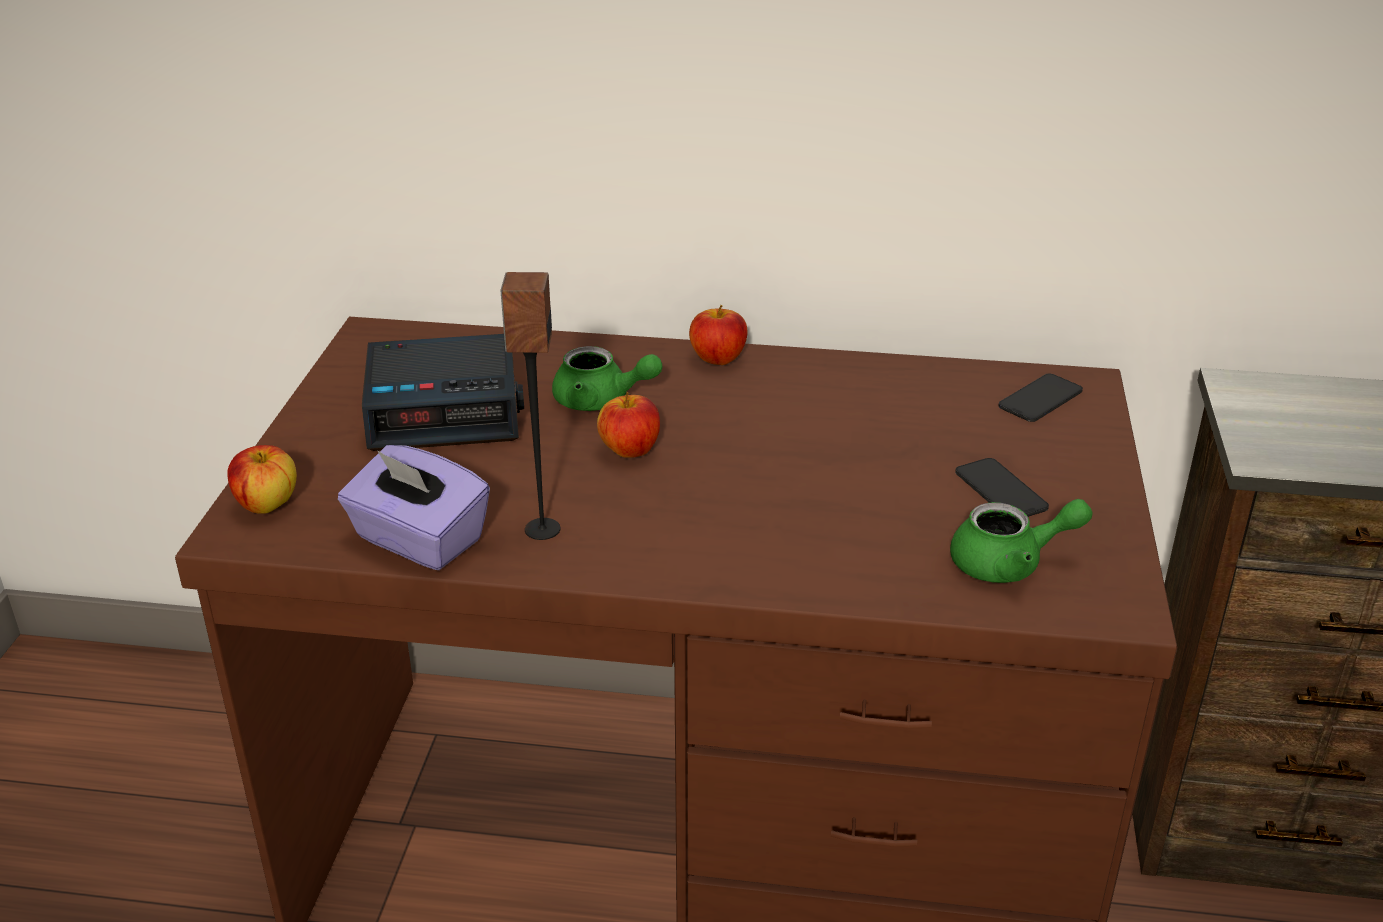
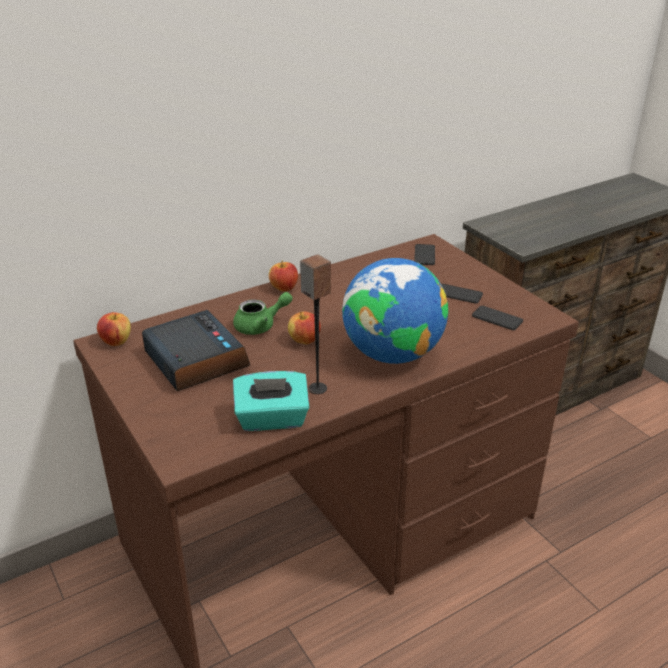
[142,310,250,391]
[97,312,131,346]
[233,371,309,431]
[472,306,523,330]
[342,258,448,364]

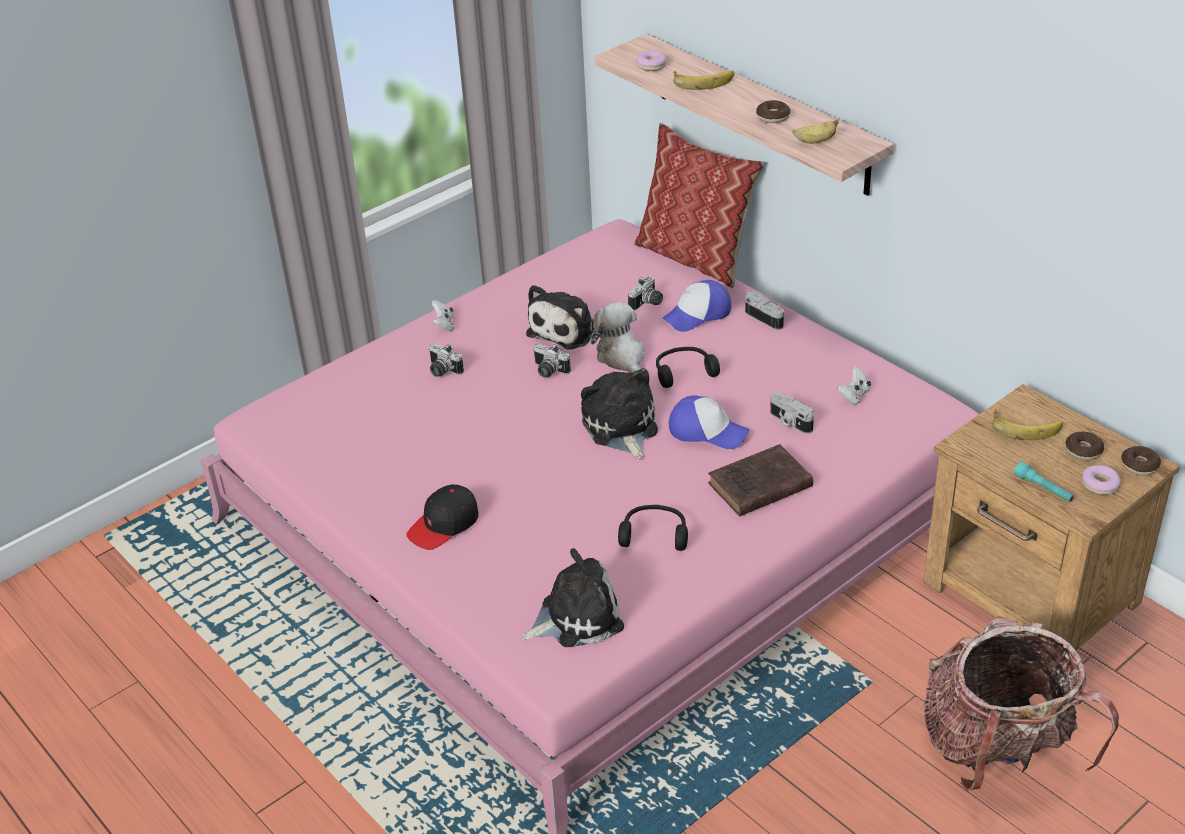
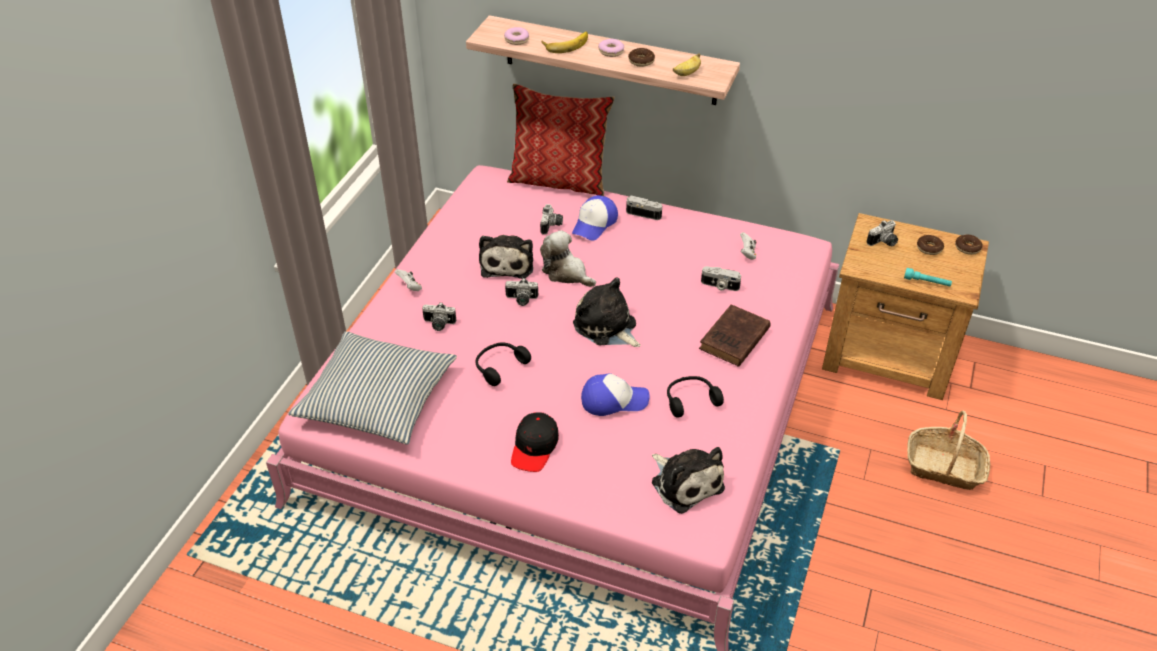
[476,343,531,386]
[581,373,650,416]
[867,220,898,246]
[598,39,624,57]
[652,447,725,514]
[907,410,990,490]
[288,331,457,445]

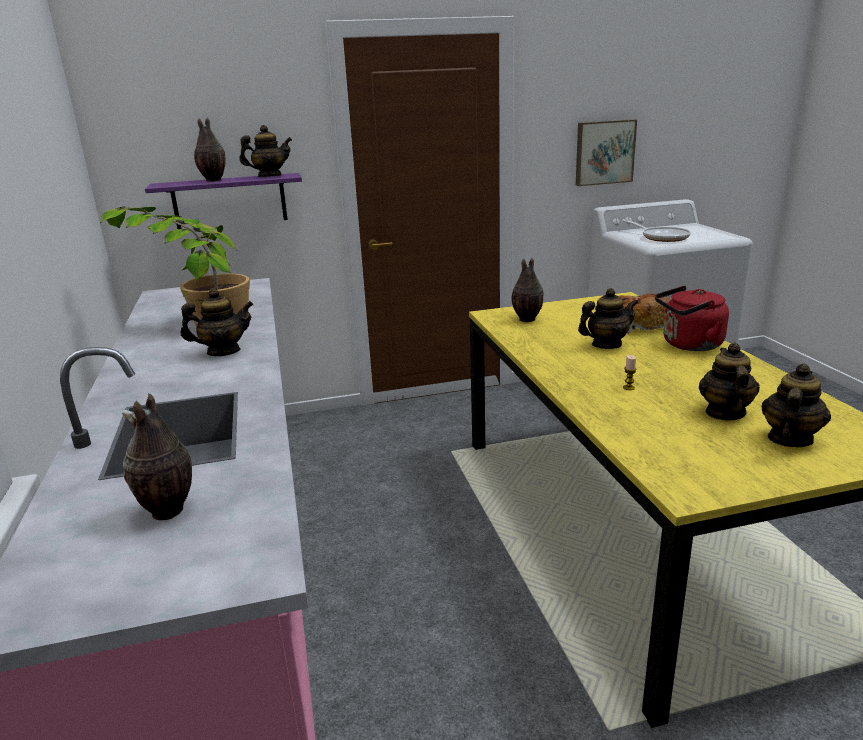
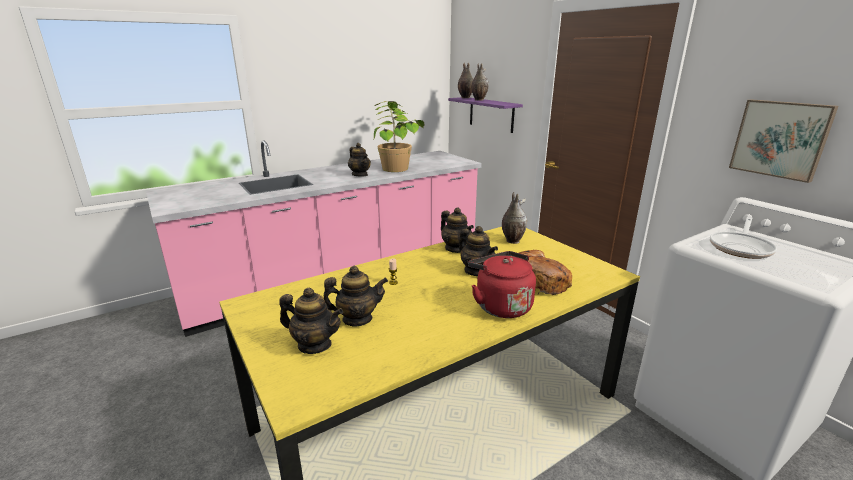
[441,208,474,253]
[458,62,473,98]

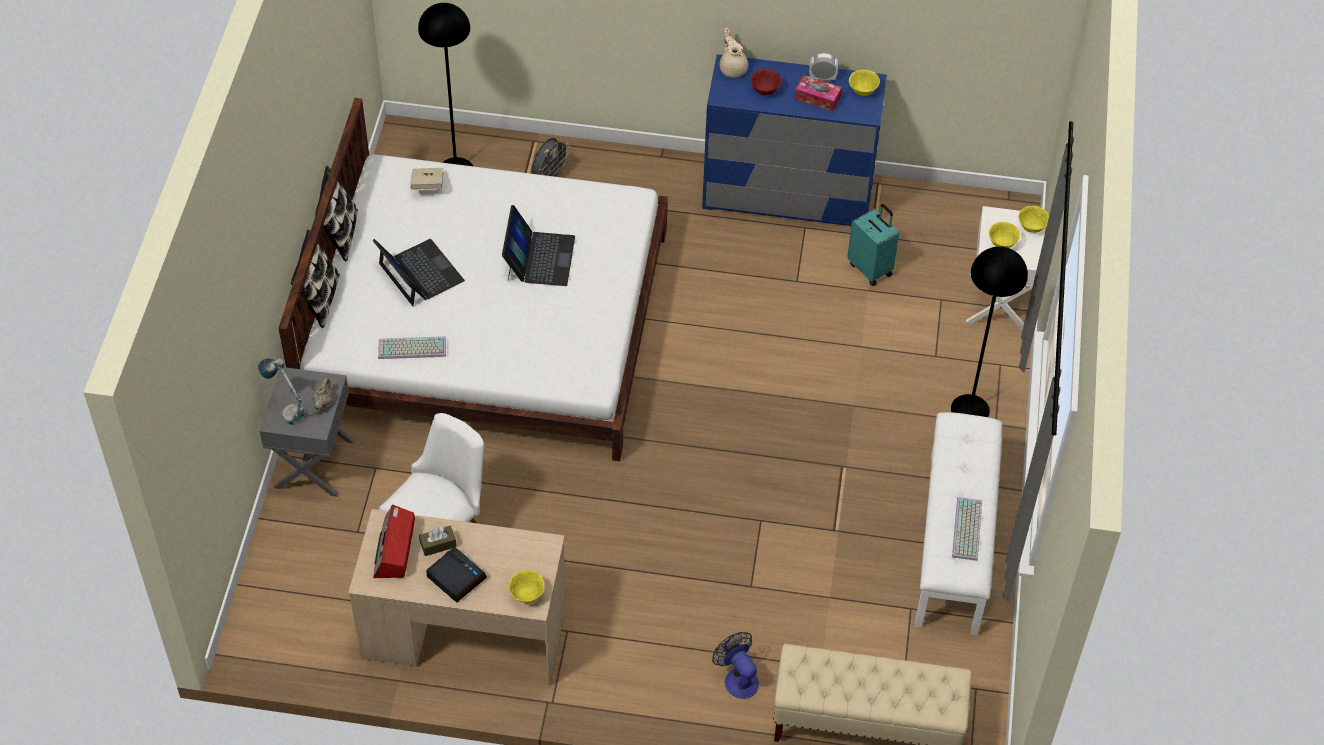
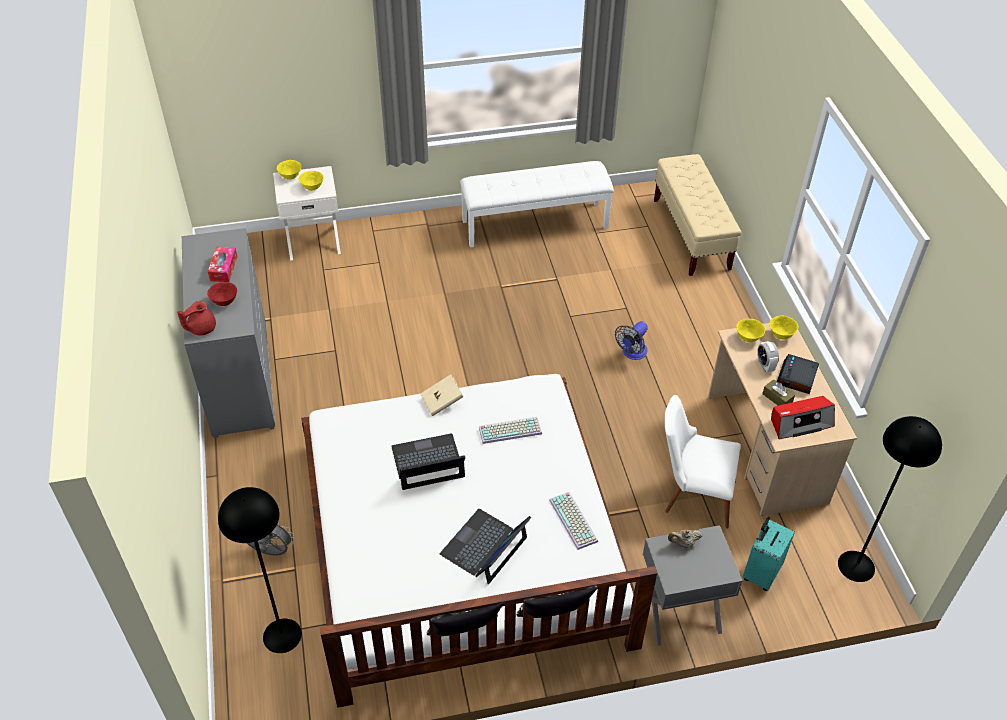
[177,301,216,335]
[757,341,779,372]
[182,228,275,438]
[736,319,765,342]
[420,374,464,416]
[743,517,795,591]
[838,416,942,582]
[258,358,306,425] (first image)
[479,417,542,444]
[615,321,648,360]

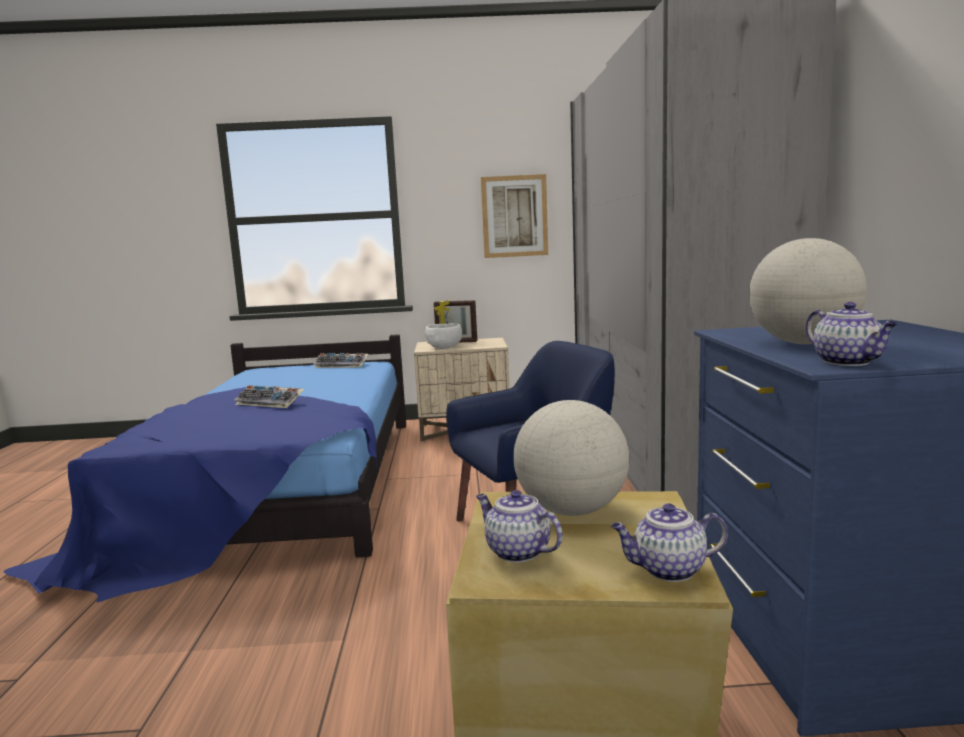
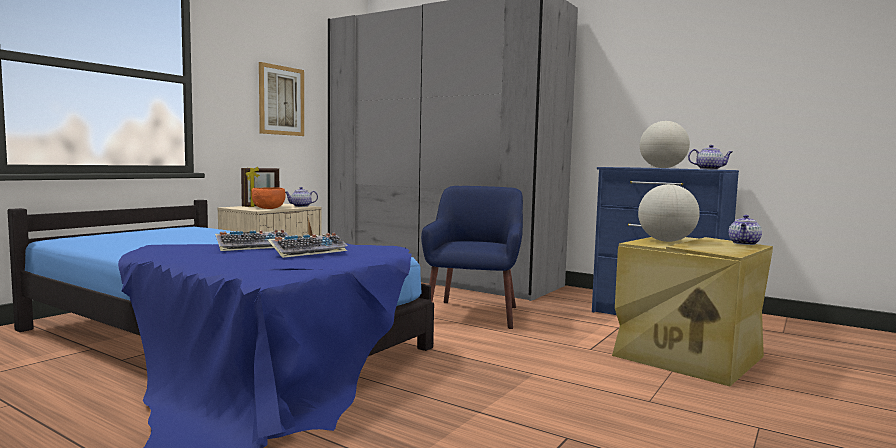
[251,187,286,209]
[267,233,348,258]
[285,187,318,207]

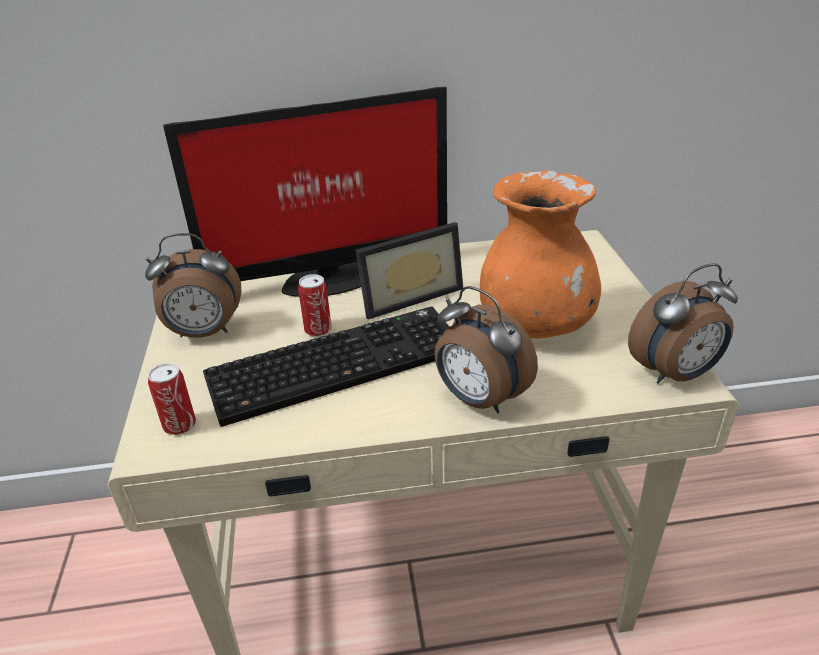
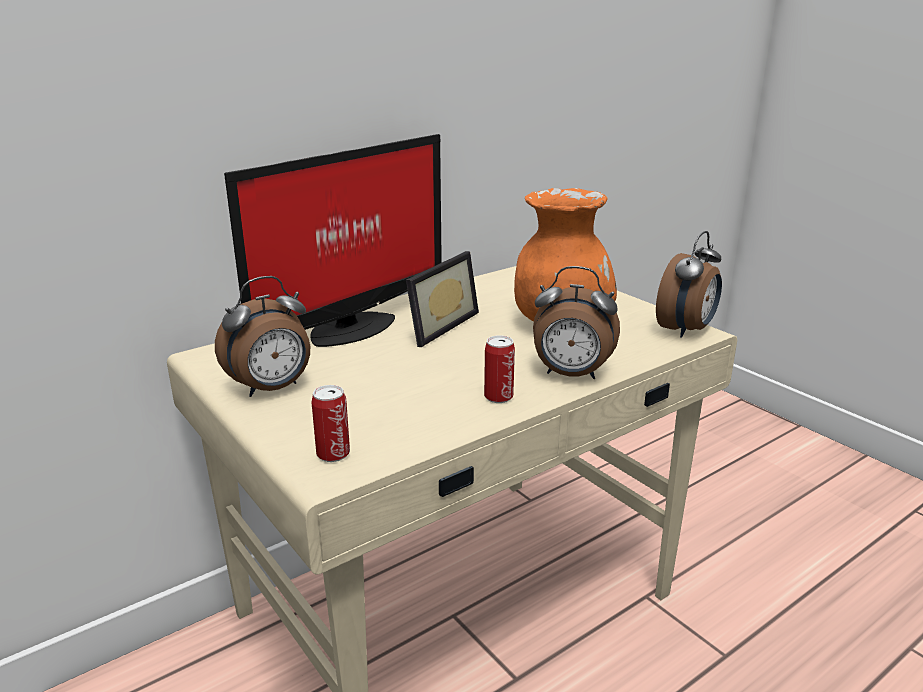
[484,335,515,403]
[203,306,449,427] (first image)

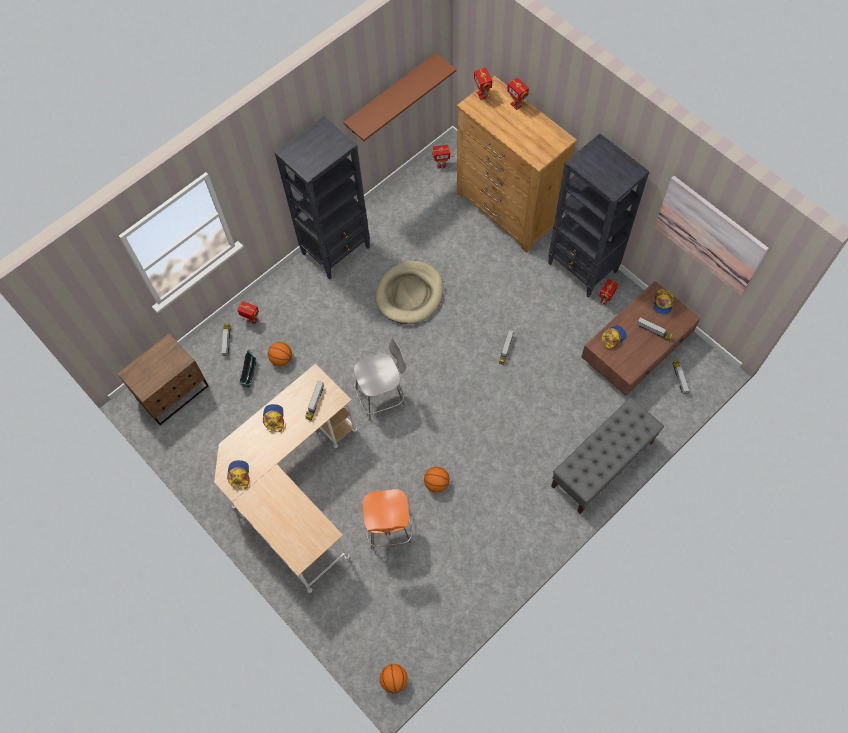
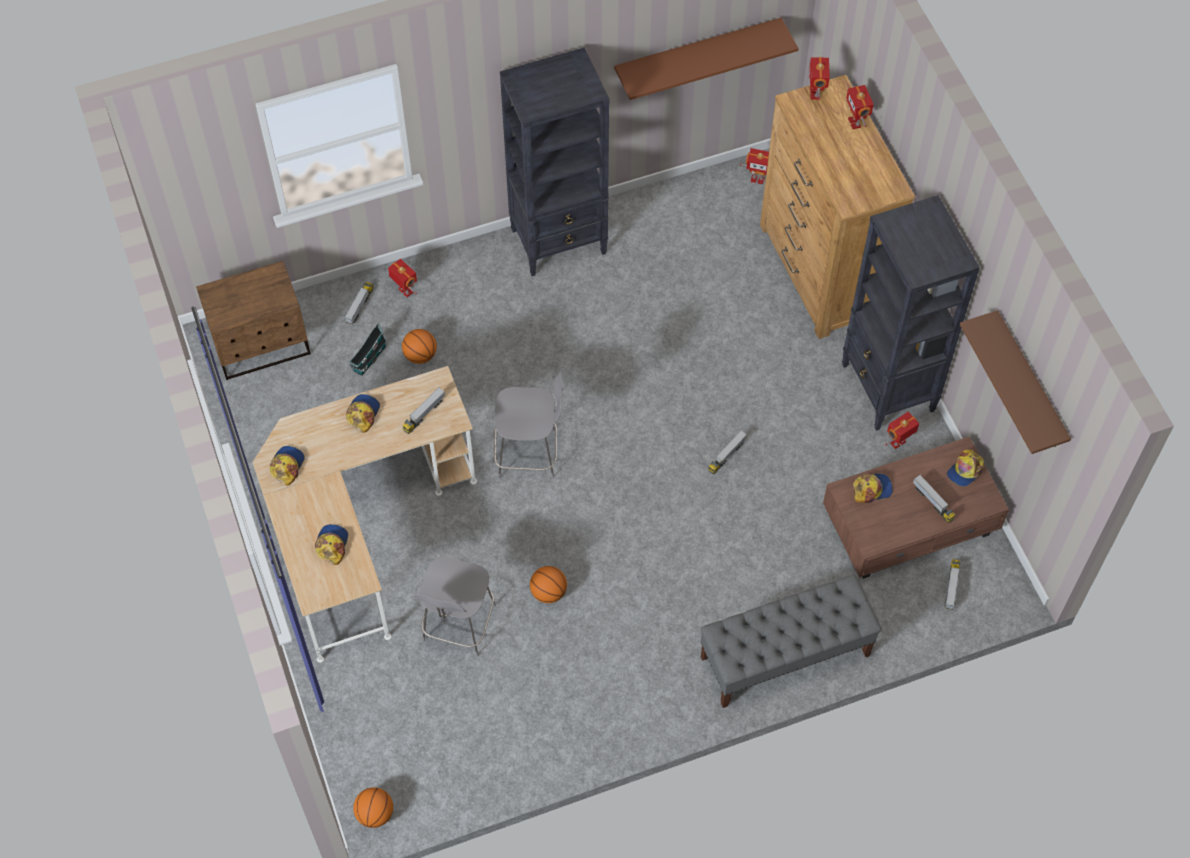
[960,310,1071,454]
[375,260,443,324] (first image)
[413,557,496,656]
[315,524,348,565]

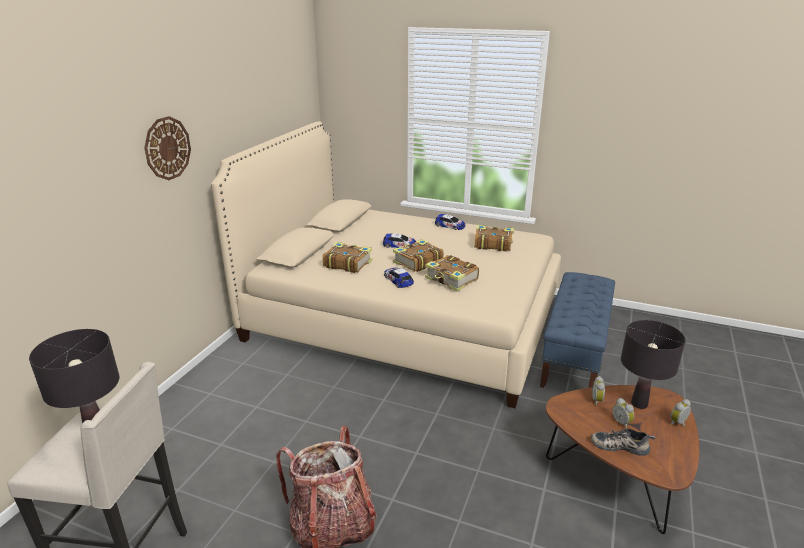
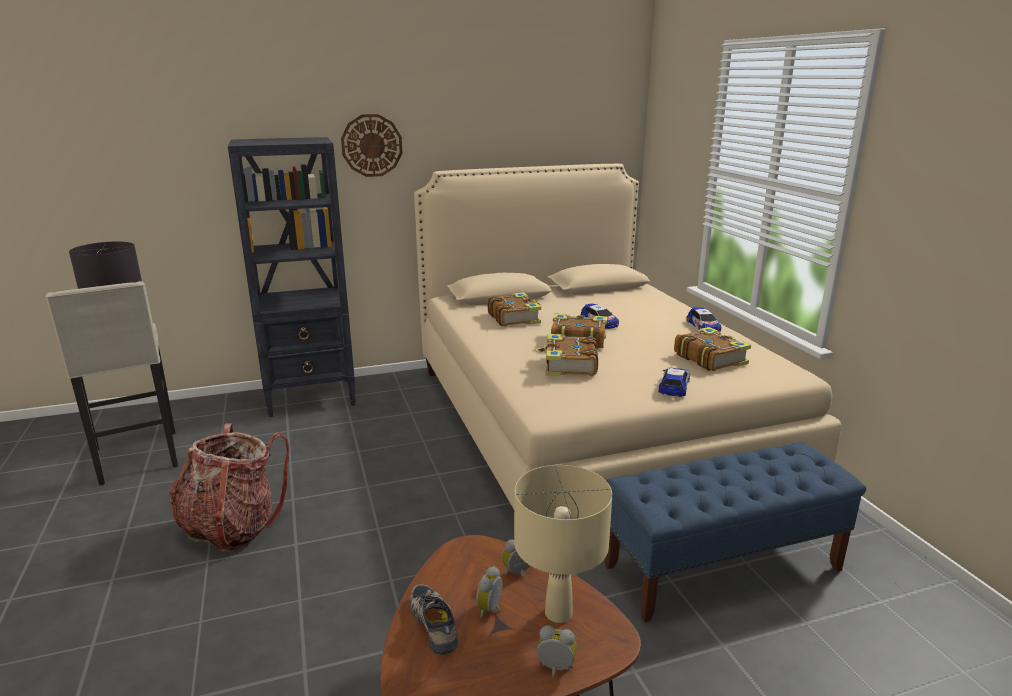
[659,368,690,397]
[514,465,612,623]
[228,137,356,417]

